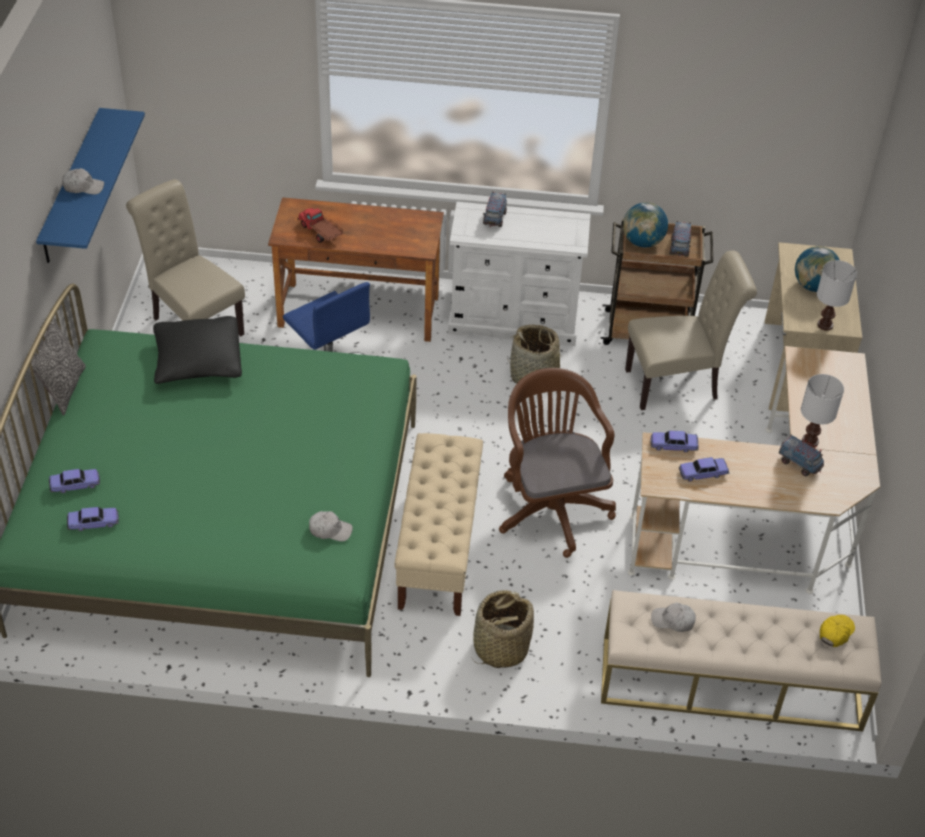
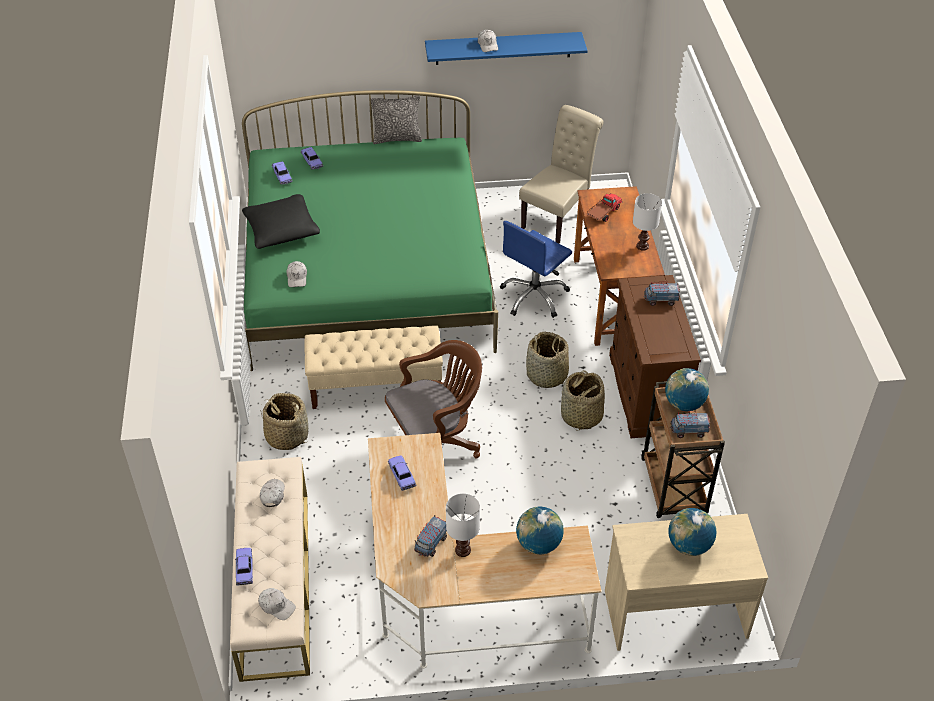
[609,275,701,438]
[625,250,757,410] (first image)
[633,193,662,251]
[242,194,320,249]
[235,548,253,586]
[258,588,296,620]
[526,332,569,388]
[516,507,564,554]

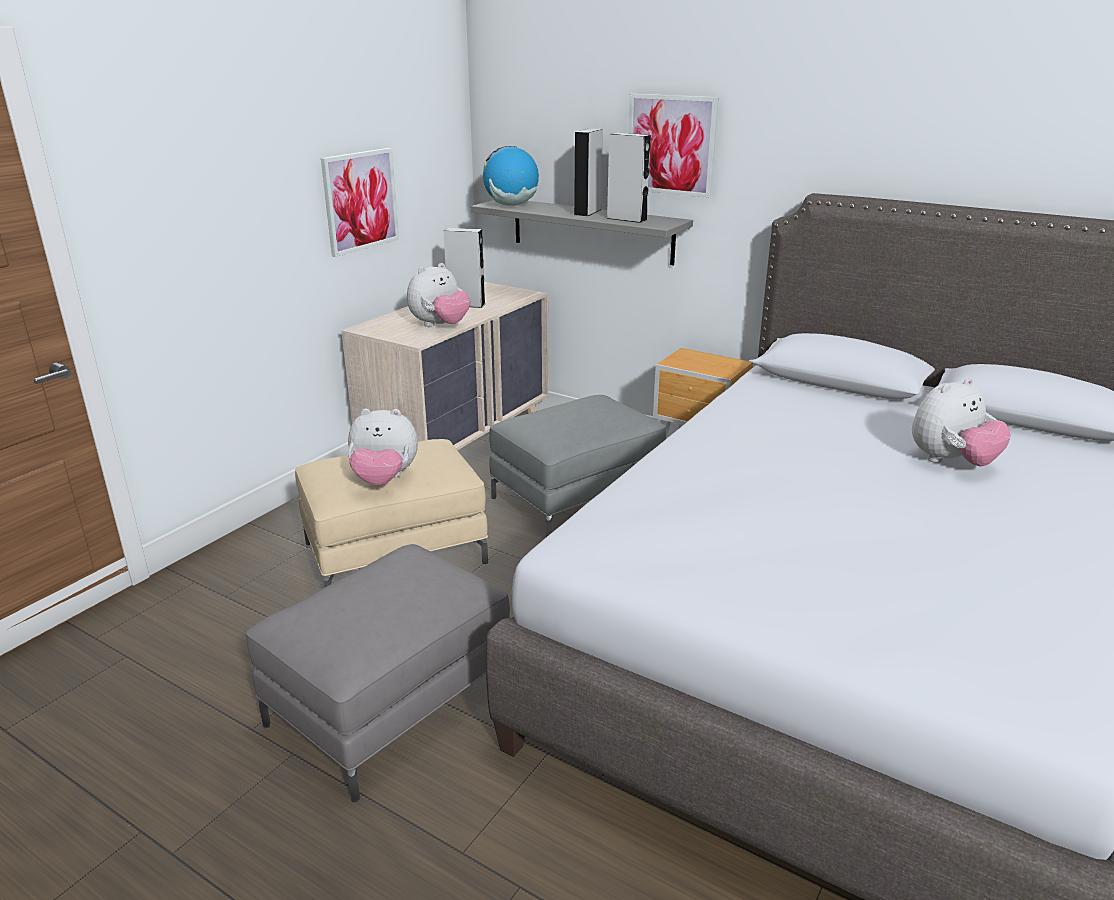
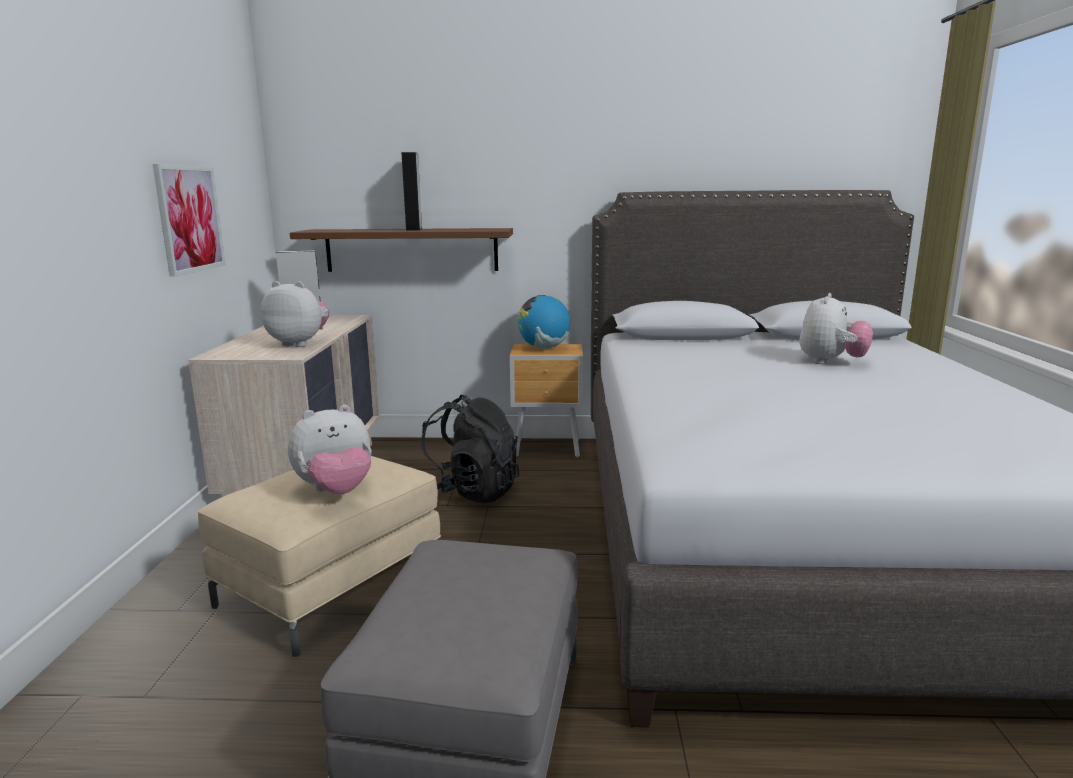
[629,94,719,198] (first image)
[606,133,651,223] (first image)
[517,295,570,349]
[290,228,513,272]
[261,281,330,347]
[421,395,520,503]

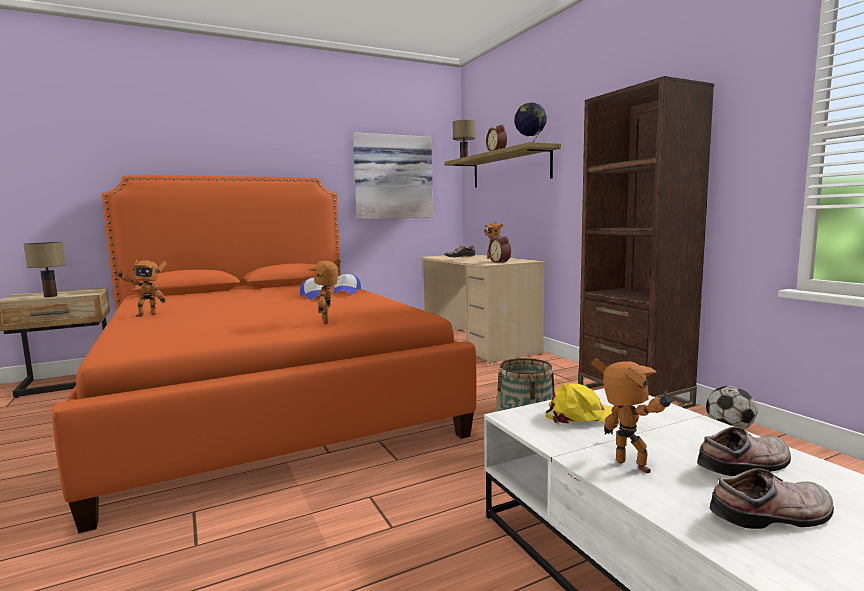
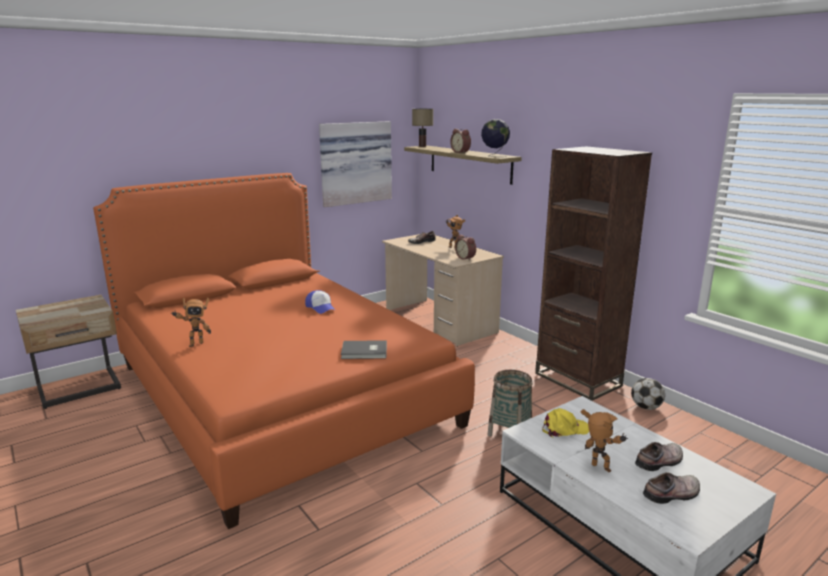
[23,242,66,297] (first image)
[341,340,387,359]
[334,274,361,294] (first image)

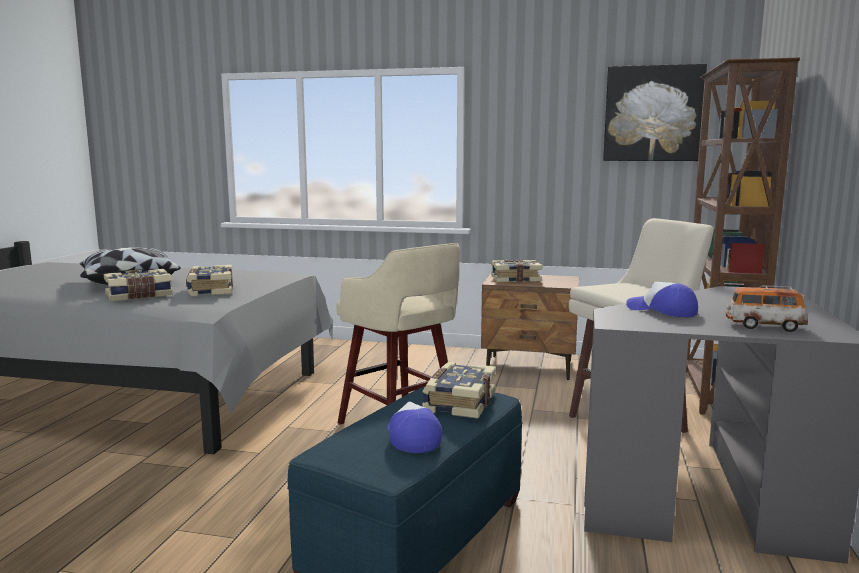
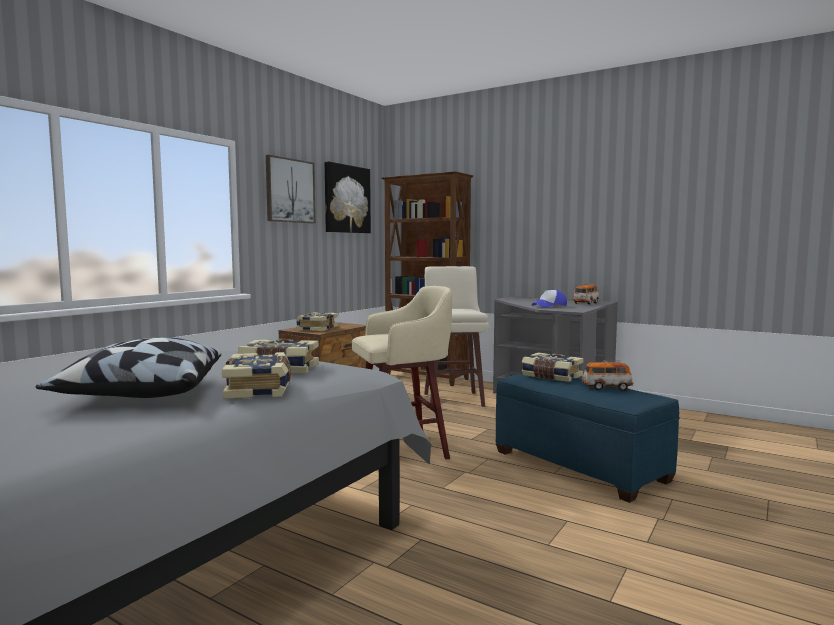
[582,361,633,391]
[266,155,316,223]

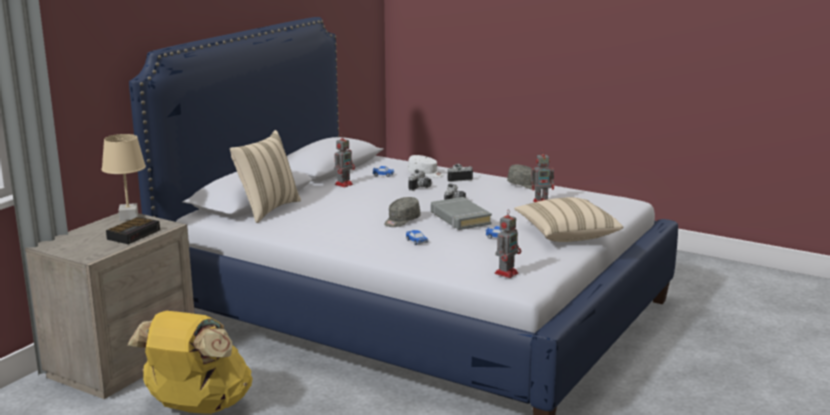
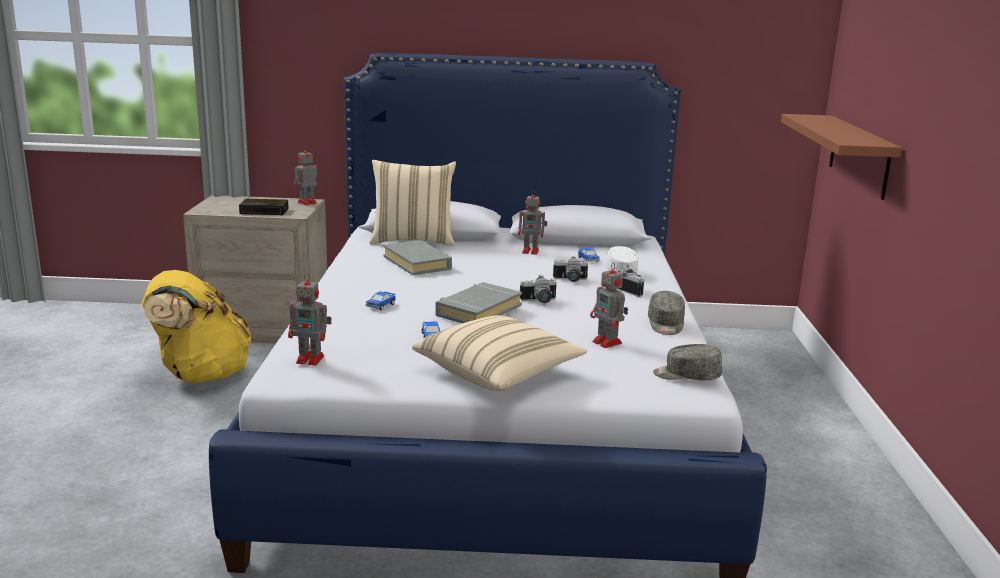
[293,146,317,205]
[653,344,722,381]
[781,114,902,200]
[383,240,452,275]

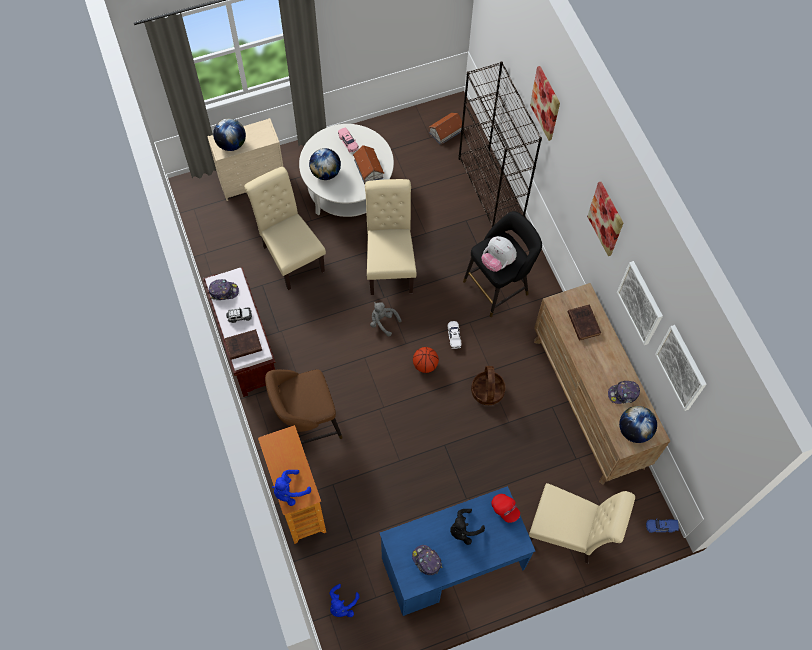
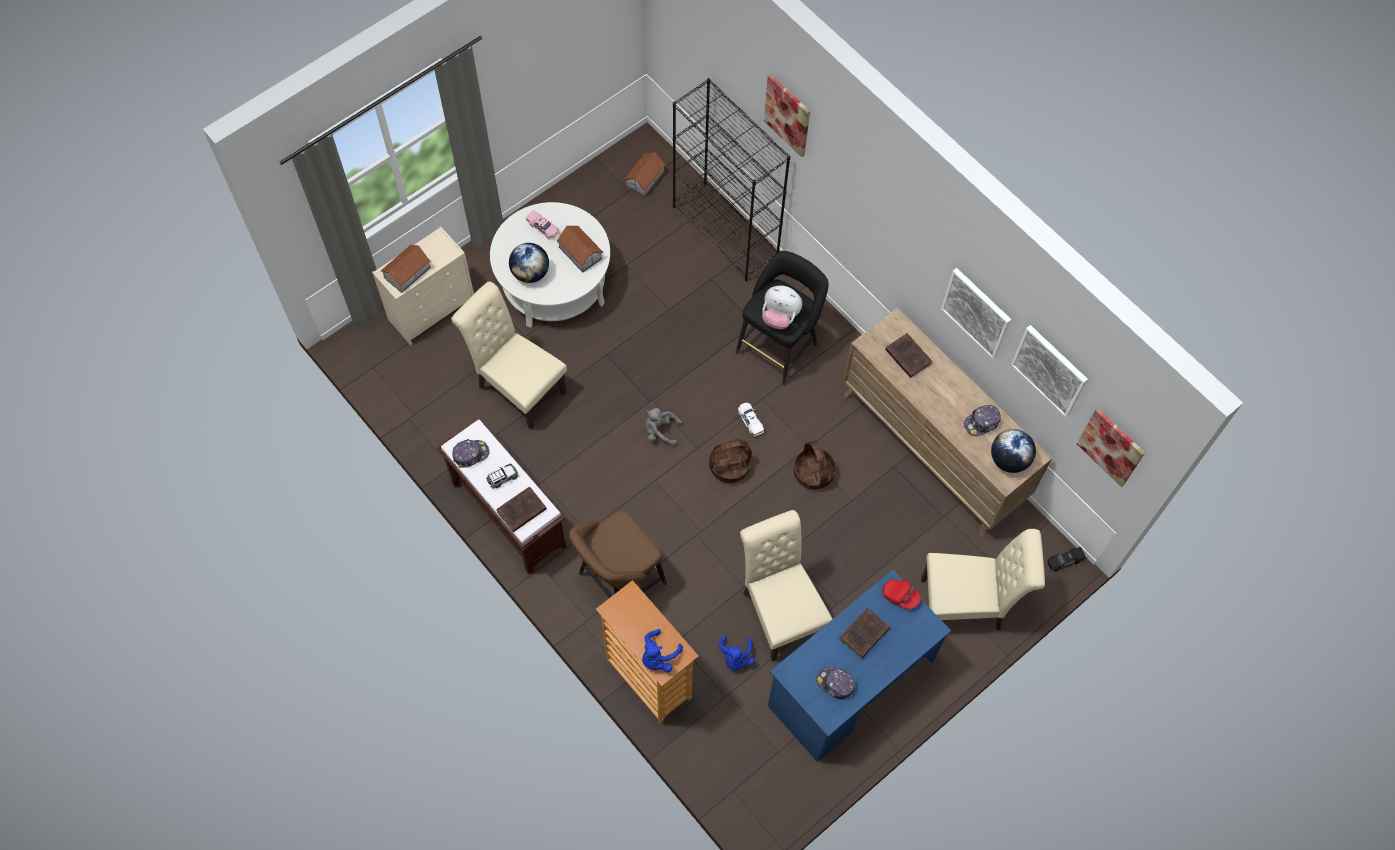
[380,244,431,293]
[740,510,832,662]
[1077,408,1145,487]
[709,439,752,483]
[839,608,890,659]
[1047,547,1086,572]
[719,635,755,670]

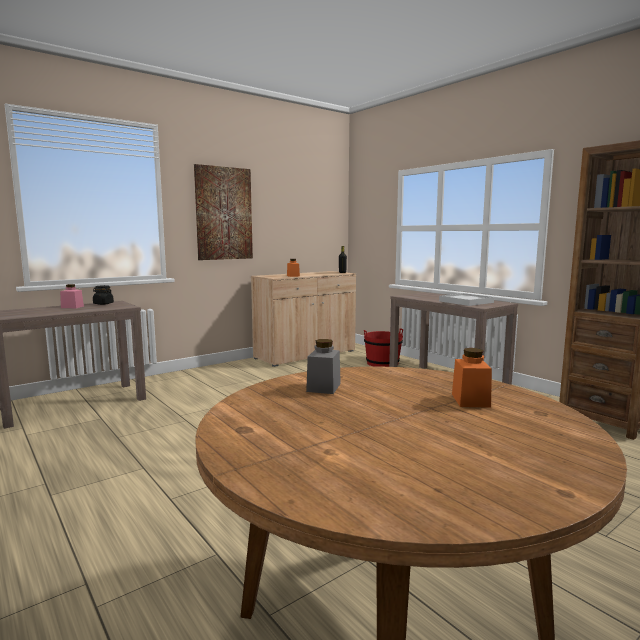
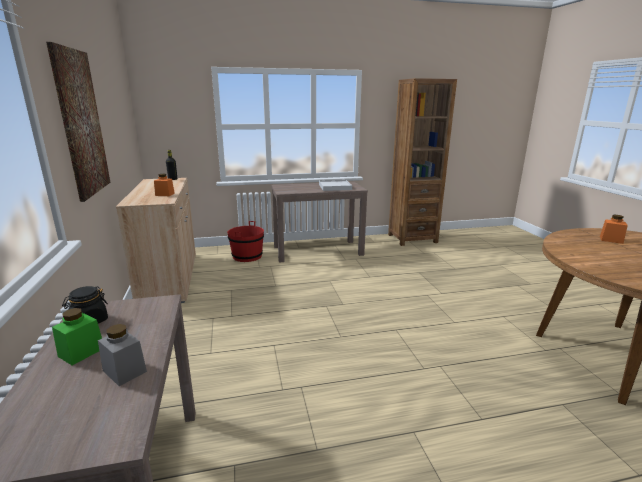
[52,308,102,365]
[98,324,147,386]

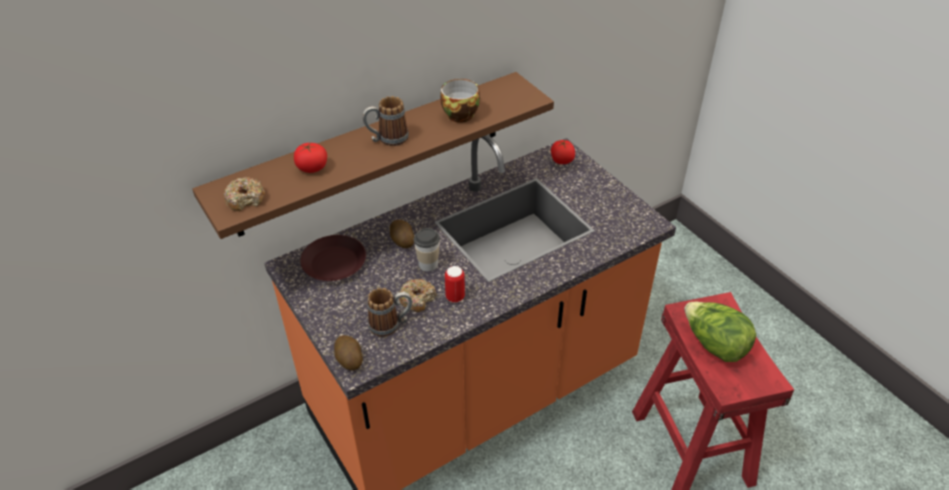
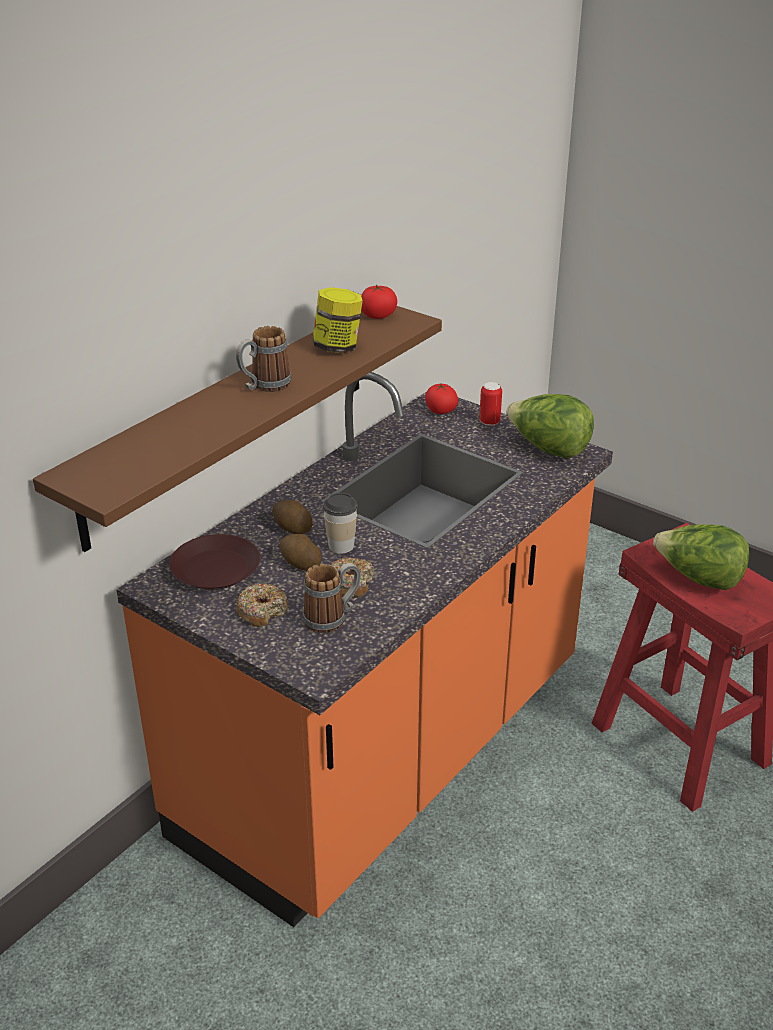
[313,287,363,353]
[361,285,397,319]
[236,583,289,627]
[479,382,502,426]
[279,534,322,571]
[506,394,594,458]

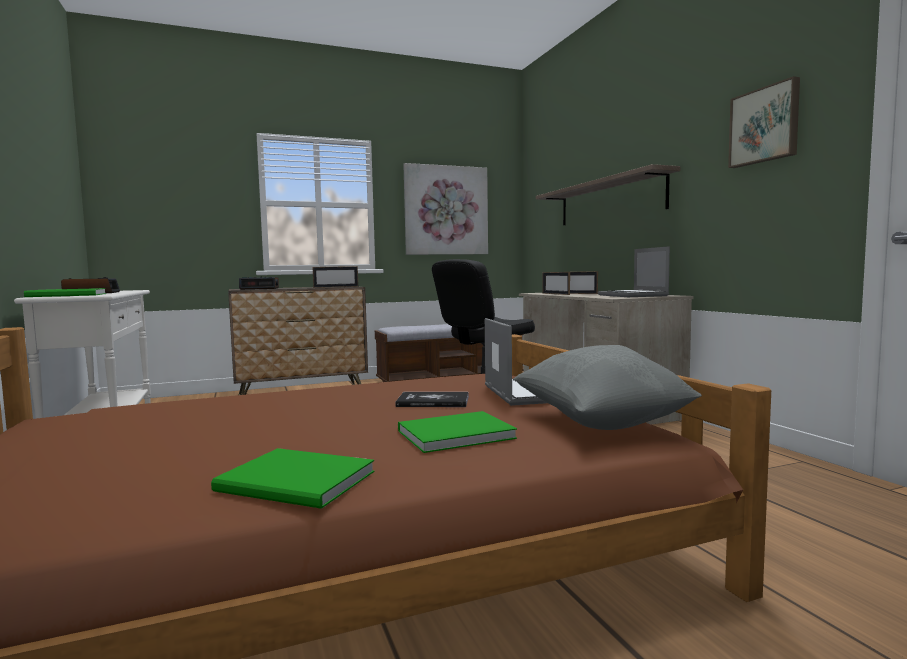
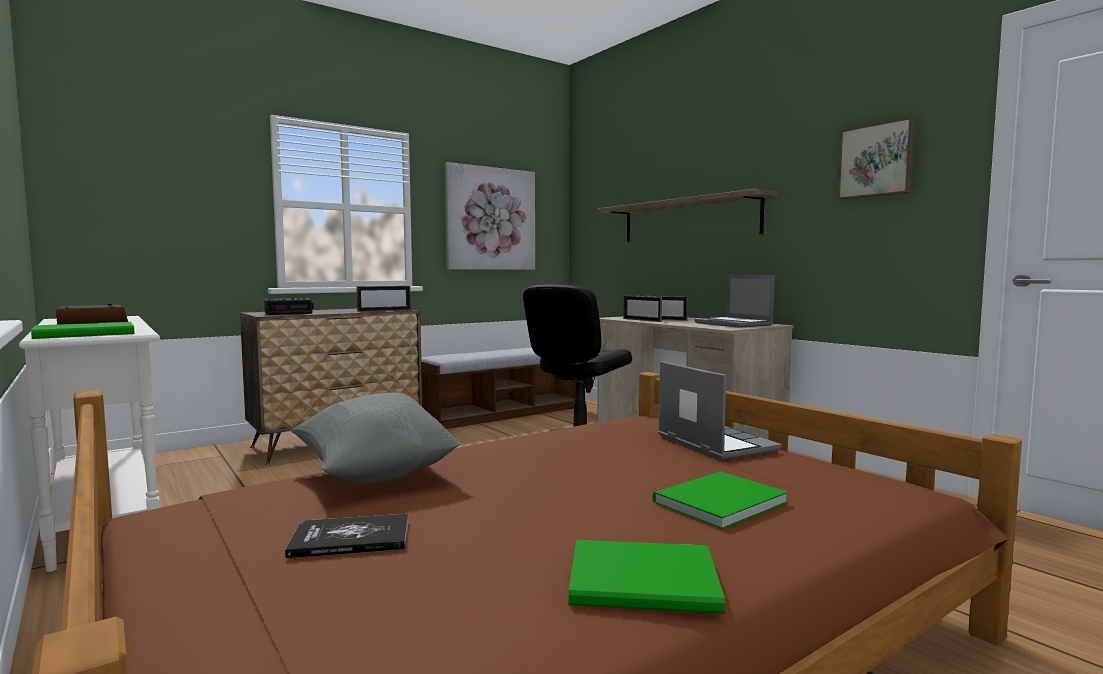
[291,392,461,484]
[285,514,408,558]

